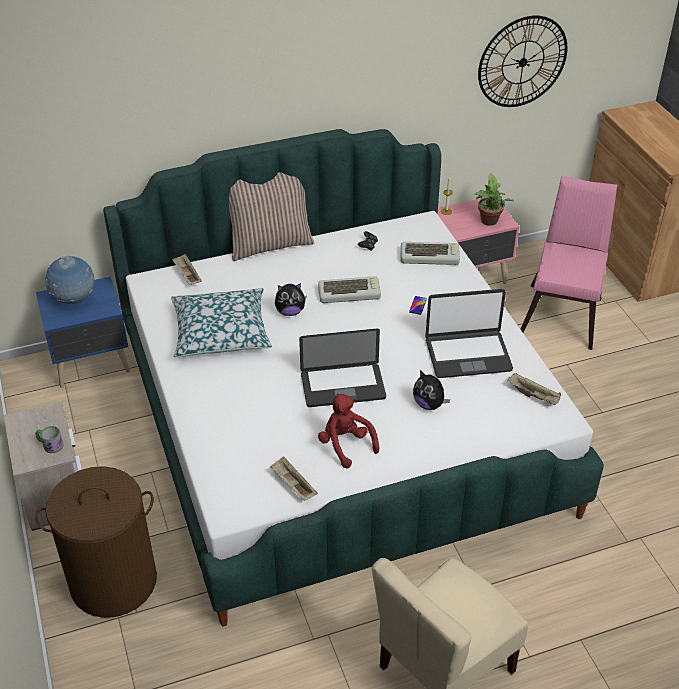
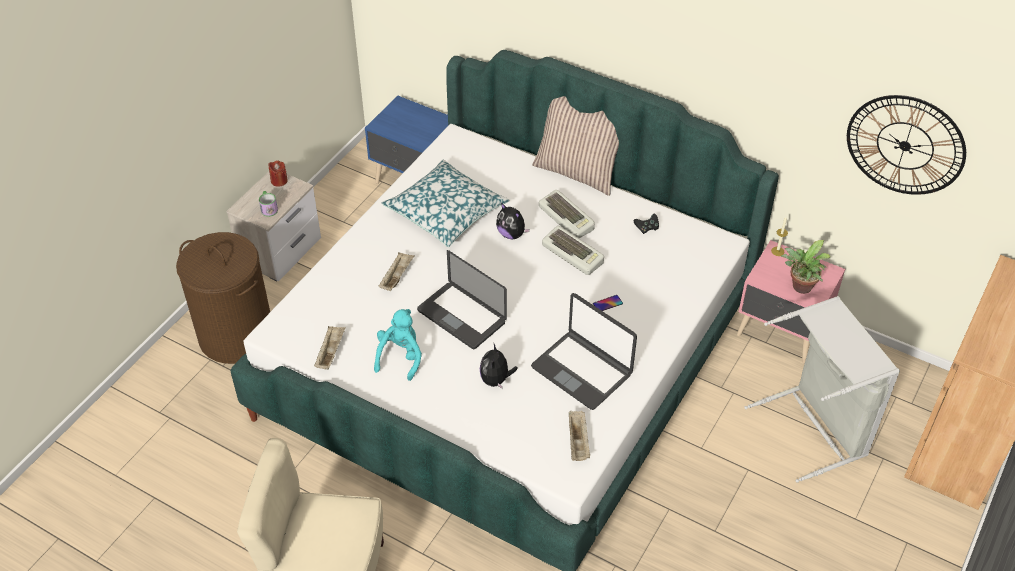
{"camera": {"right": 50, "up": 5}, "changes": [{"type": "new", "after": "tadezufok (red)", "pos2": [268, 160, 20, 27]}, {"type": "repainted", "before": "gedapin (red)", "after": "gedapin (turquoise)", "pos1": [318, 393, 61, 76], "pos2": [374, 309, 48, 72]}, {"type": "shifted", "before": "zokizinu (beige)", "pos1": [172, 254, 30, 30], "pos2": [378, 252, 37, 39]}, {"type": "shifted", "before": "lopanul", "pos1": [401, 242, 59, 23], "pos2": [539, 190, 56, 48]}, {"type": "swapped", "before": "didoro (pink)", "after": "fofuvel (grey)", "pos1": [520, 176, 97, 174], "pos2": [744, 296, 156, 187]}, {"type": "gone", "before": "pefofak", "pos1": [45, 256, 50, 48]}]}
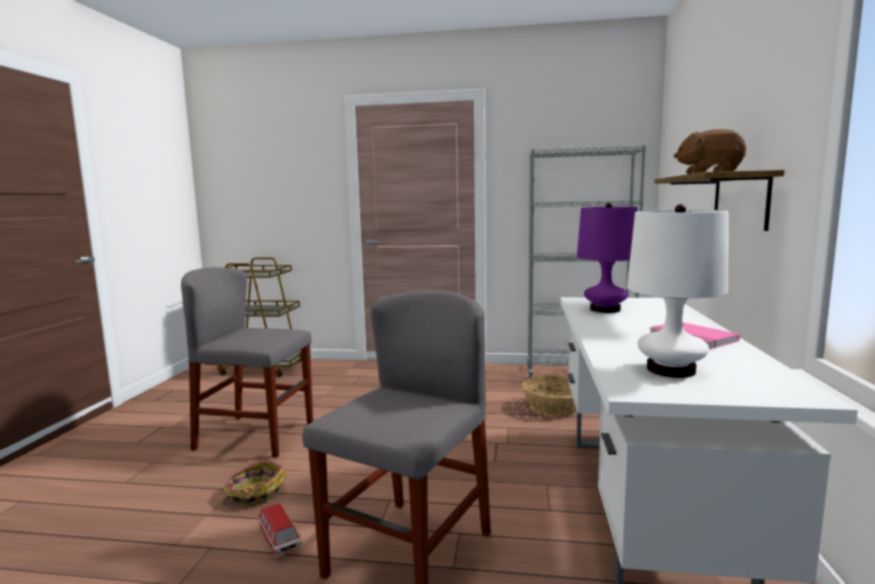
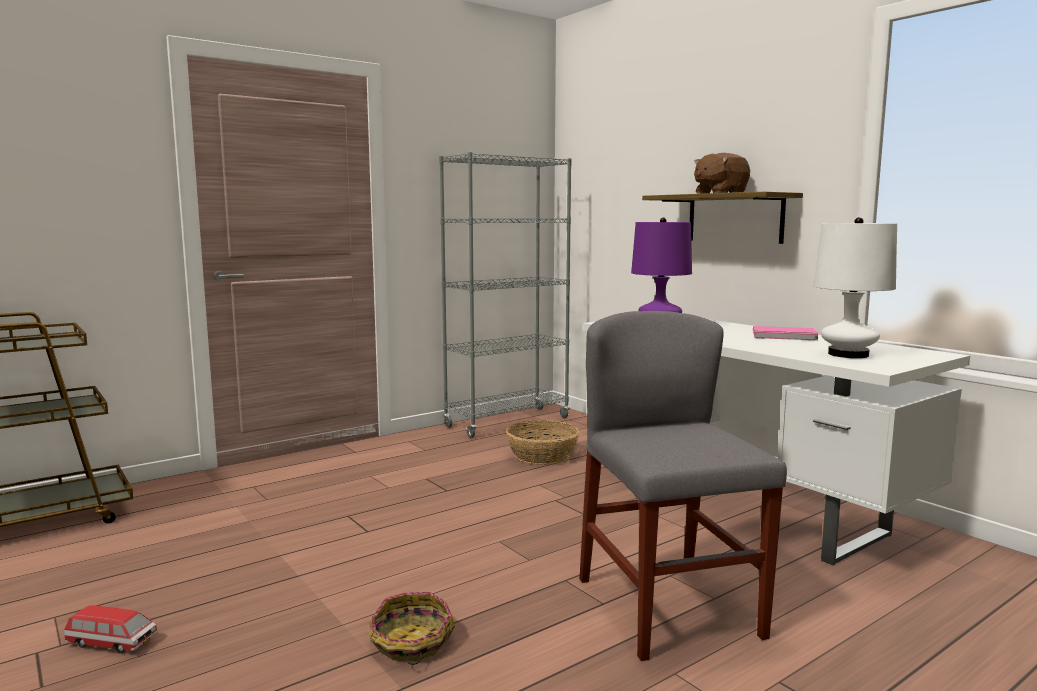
{"camera": {"right": -45, "up": 0}, "changes": [{"type": "shifted", "before": "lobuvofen", "pos1": [259, 503, 43, 54], "pos2": [64, 605, 94, 49]}, {"type": "gone", "before": "didoro (grey)", "pos1": [181, 267, 132, 191]}]}
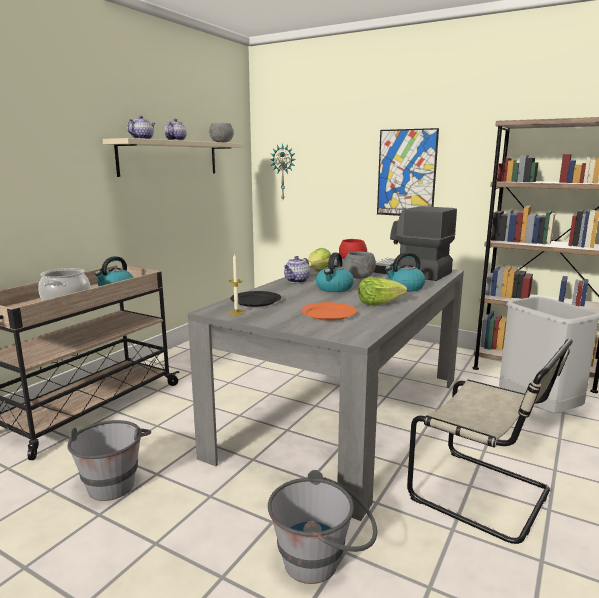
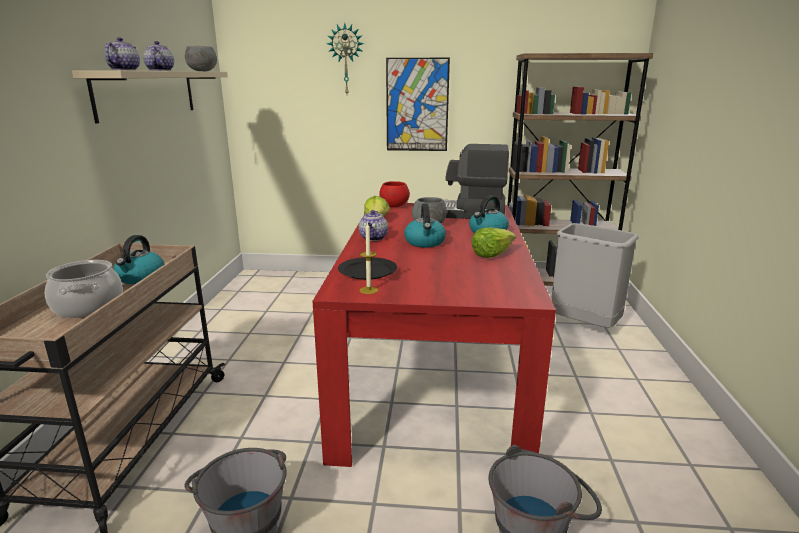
{"camera": {"right": -25, "up": 5}, "changes": [{"type": "repainted", "before": "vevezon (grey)", "after": "vevezon (red)", "pos1": [188, 258, 276, 263], "pos2": [312, 203, 244, 264]}, {"type": "shifted", "before": "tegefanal", "pos1": [270, 143, 26, 56], "pos2": [327, 23, 37, 71]}, {"type": "gone", "before": "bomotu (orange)", "pos1": [301, 302, 56, 19]}, {"type": "gone", "before": "didoro (beige)", "pos1": [407, 339, 166, 205]}]}
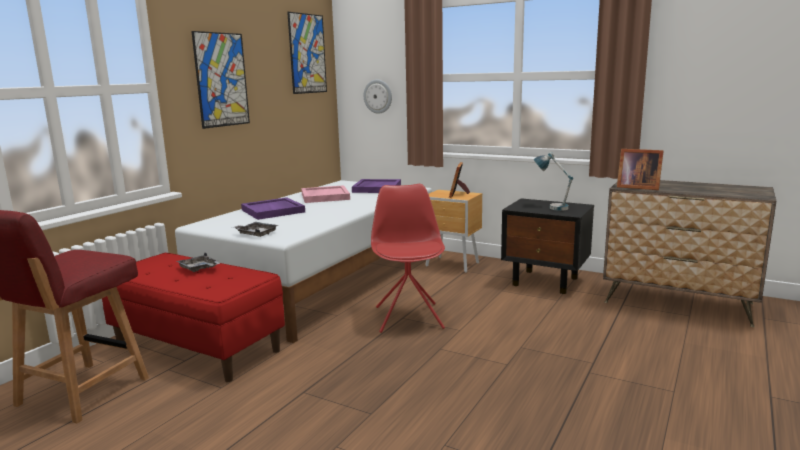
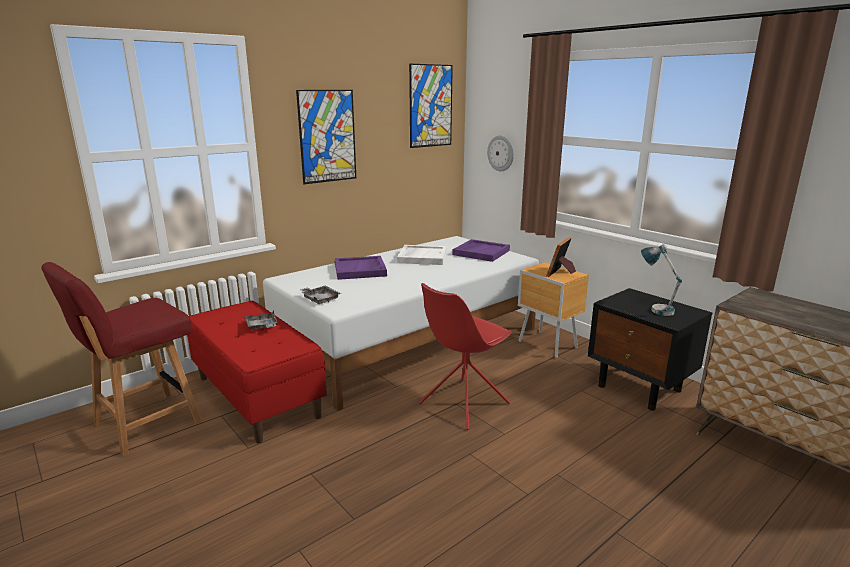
{"camera": {"right": 20, "up": 5}, "changes": [{"type": "repainted", "before": "zokizinu (pink)", "after": "zokizinu (white)", "pos1": [301, 185, 49, 18], "pos2": [397, 245, 50, 20]}, {"type": "rotated", "before": "didoro (red)", "pos1": [371, 184, 74, 149], "pos2": [419, 283, 93, 147], "turn": -150}, {"type": "gone", "before": "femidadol", "pos1": [617, 149, 47, 41]}]}
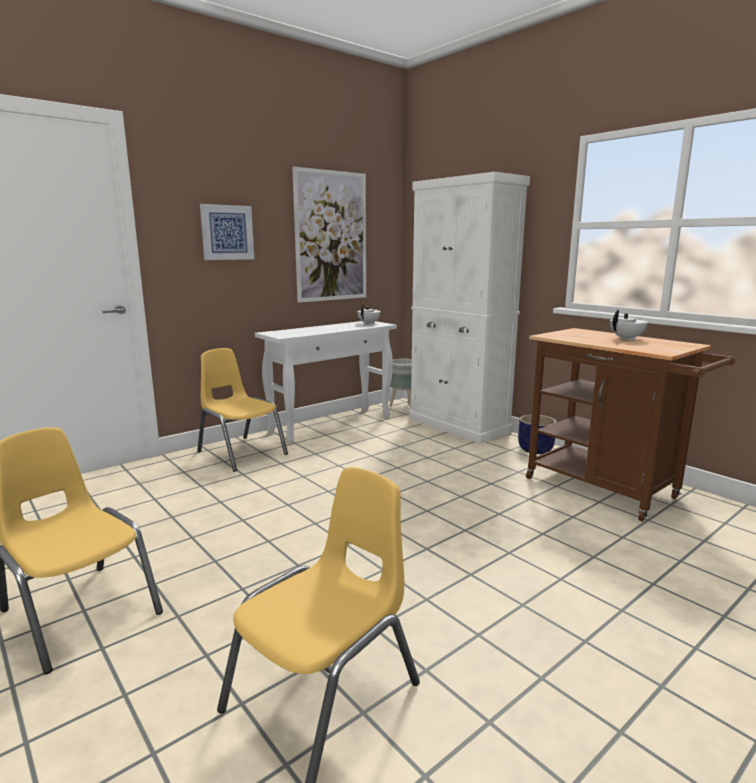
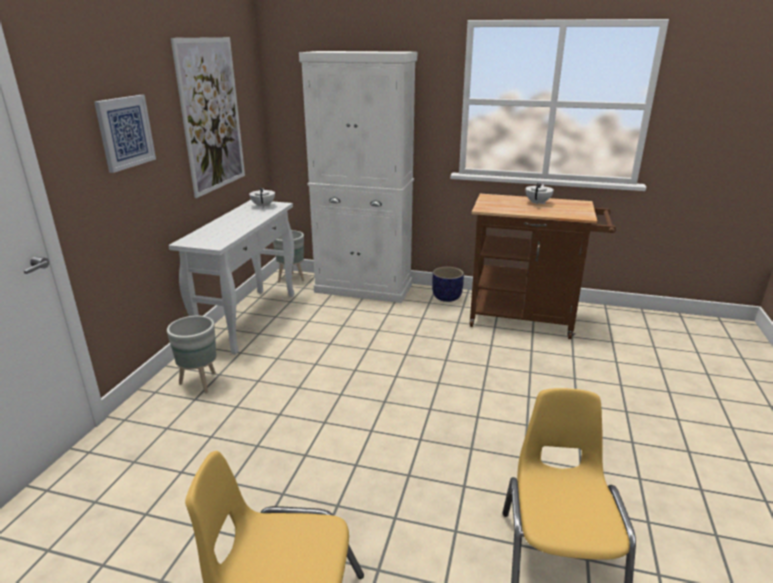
{"camera": {"right": -35, "up": 10}, "changes": [{"type": "swapped", "before": "didoro (yellow)", "after": "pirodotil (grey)", "pos1": [197, 348, 91, 124], "pos2": [167, 316, 50, 78]}]}
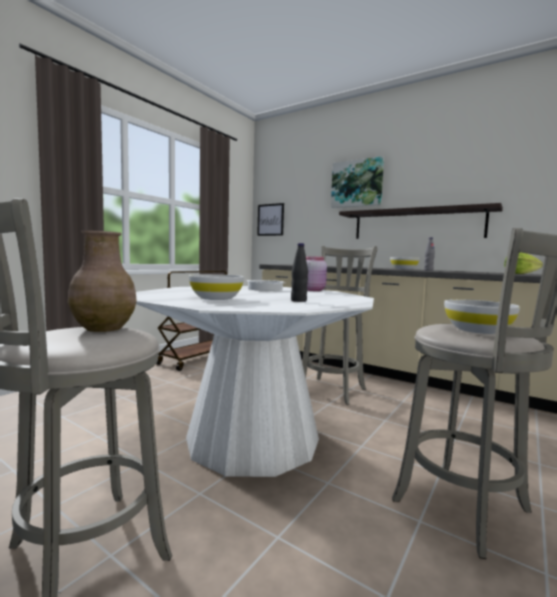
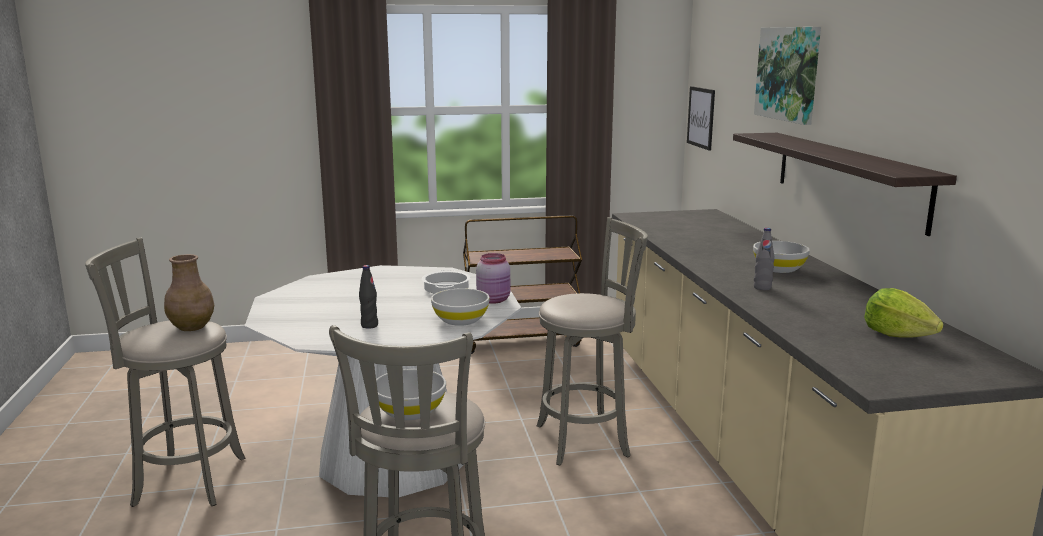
{"camera": {"right": 45, "up": 10}, "changes": [{"type": "shifted", "before": "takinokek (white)", "pos1": [189, 274, 55, 26], "pos2": [431, 288, 59, 38]}]}
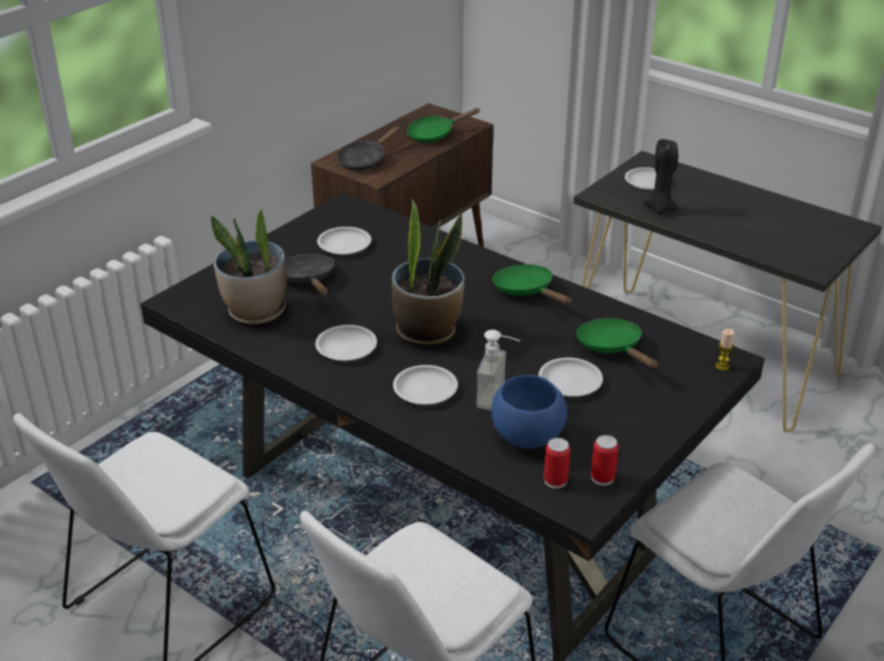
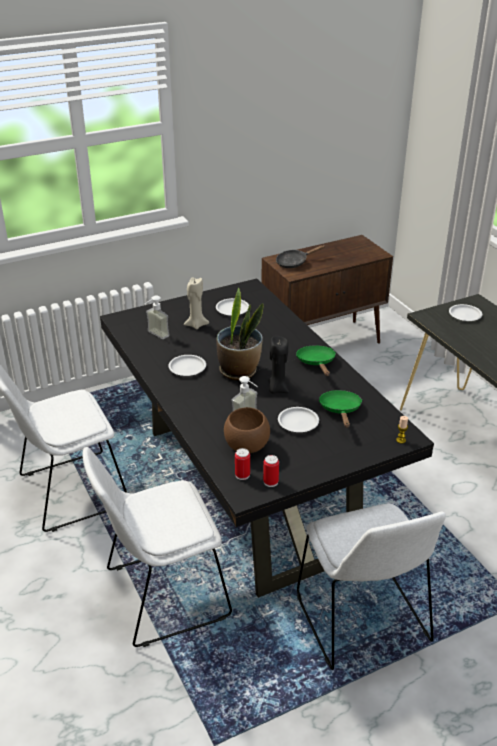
{"camera": {"right": 25, "up": 0}, "changes": [{"type": "swapped", "before": "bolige", "after": "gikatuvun", "pos1": [211, 209, 76, 116], "pos2": [145, 296, 25, 43]}, {"type": "swapped", "before": "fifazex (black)", "after": "tadezufok (beige)", "pos1": [285, 254, 49, 42], "pos2": [184, 278, 25, 52]}, {"type": "repainted", "before": "takinokek (blue)", "after": "takinokek (brown)", "pos1": [491, 375, 76, 74], "pos2": [224, 407, 46, 46]}, {"type": "shifted", "before": "tadezufok (black)", "pos1": [643, 139, 36, 76], "pos2": [268, 336, 21, 58]}, {"type": "gone", "before": "bomotu (white)", "pos1": [393, 365, 65, 39]}, {"type": "gone", "before": "fifazex (green)", "pos1": [407, 108, 73, 35]}]}
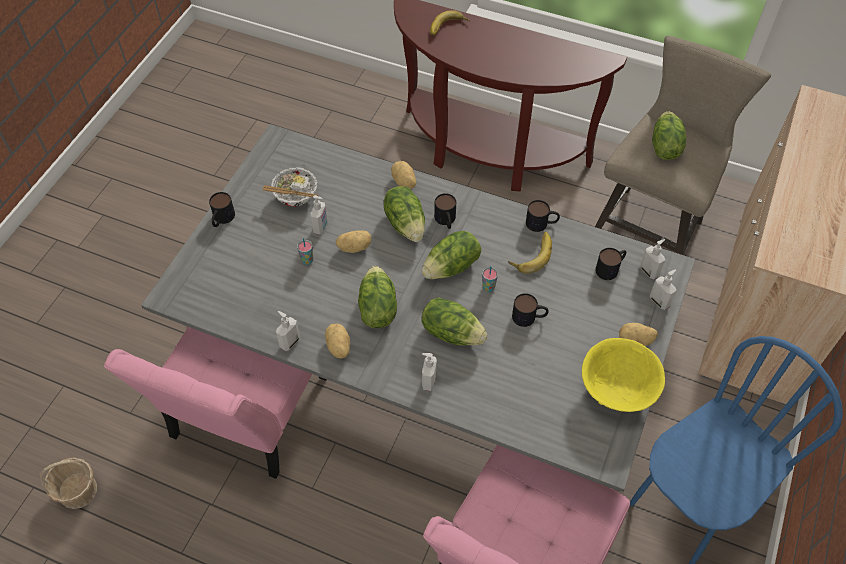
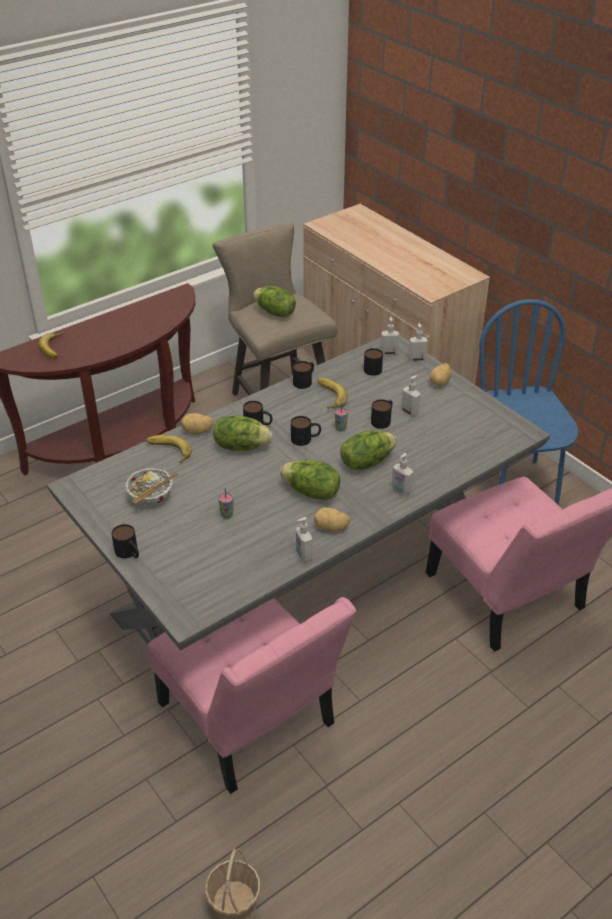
{"camera": {"right": -60, "up": -15}, "changes": [{"type": "new", "after": "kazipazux", "pos2": [146, 435, 46, 28]}, {"type": "swapped", "before": "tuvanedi", "after": "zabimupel", "pos1": [422, 231, 59, 48], "pos2": [291, 416, 30, 30]}, {"type": "shifted", "before": "gikatuvun", "pos1": [310, 195, 18, 40], "pos2": [401, 375, 20, 41]}, {"type": "gone", "before": "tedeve", "pos1": [336, 230, 35, 23]}, {"type": "gone", "before": "takinokek (yellow)", "pos1": [582, 338, 83, 74]}]}
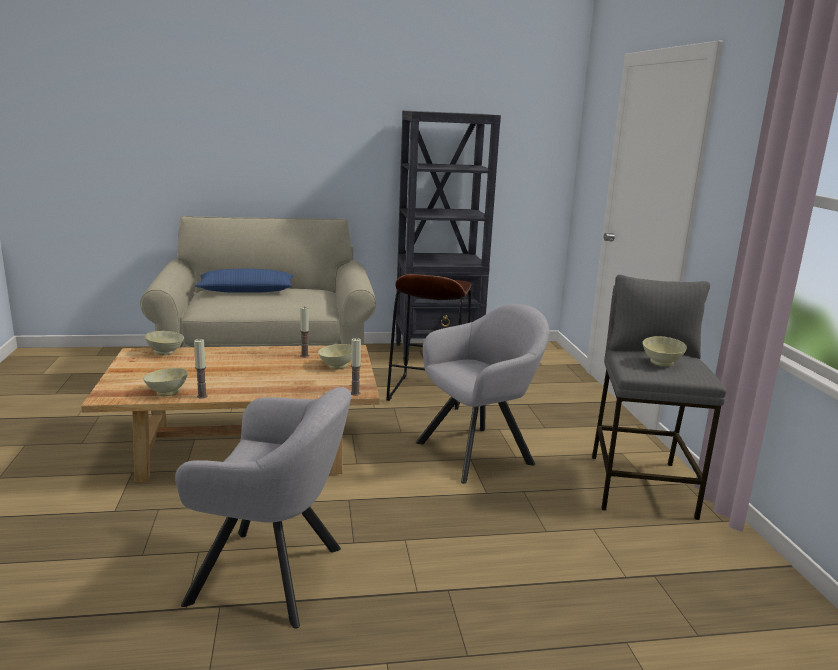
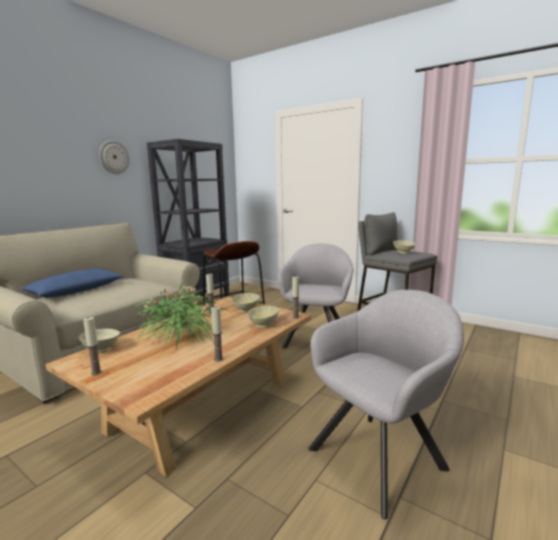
{"camera": {"right": -45, "up": -5}, "changes": [{"type": "new", "after": "tadezufok", "pos2": [83, 317, 19, 59]}, {"type": "new", "after": "tegefanal", "pos2": [99, 140, 31, 34]}, {"type": "new", "after": "bolige", "pos2": [134, 283, 94, 66]}, {"type": "shifted", "before": "takinokek (beige)", "pos1": [143, 368, 45, 28], "pos2": [247, 306, 32, 22]}]}
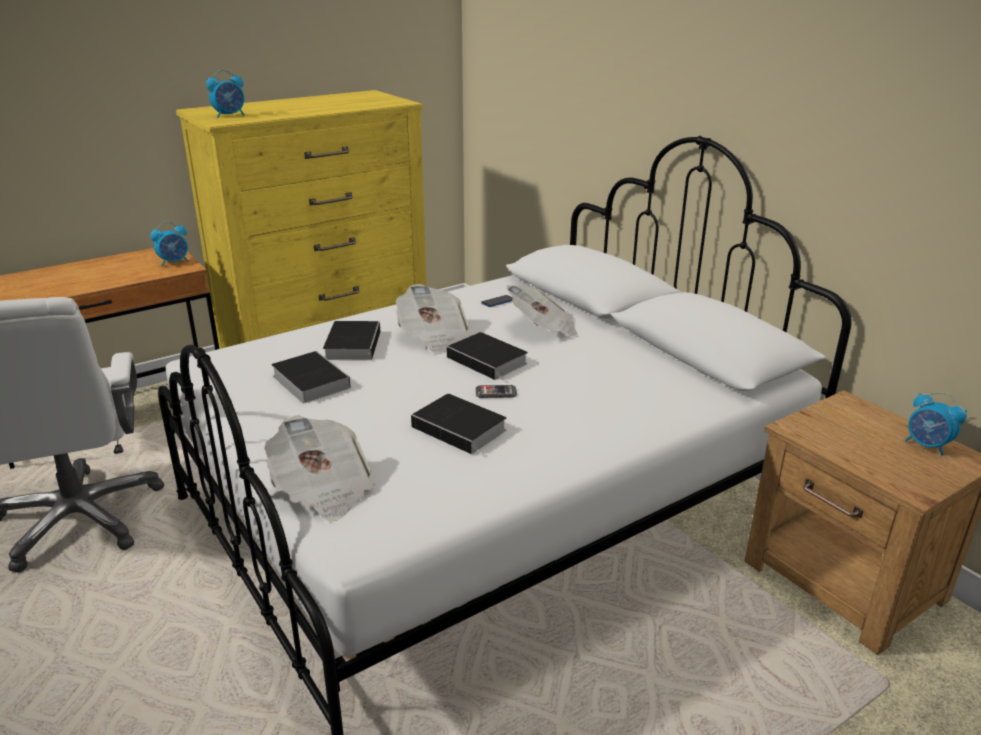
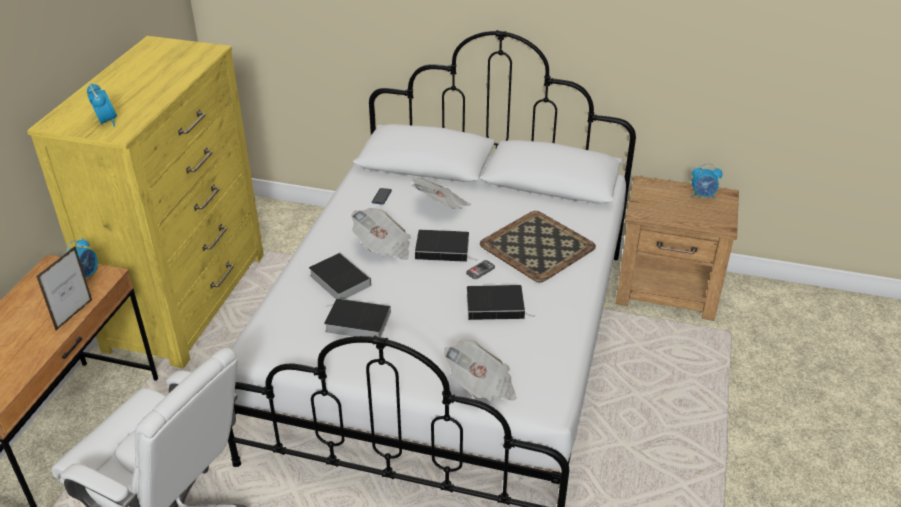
{"camera": {"right": -40, "up": 10}, "changes": [{"type": "new", "after": "femidadol", "pos2": [36, 246, 57, 85]}, {"type": "rotated", "before": "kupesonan", "pos1": [206, 70, 39, 48], "pos2": [87, 84, 30, 43], "turn": -45}, {"type": "new", "after": "zokizinu", "pos2": [480, 211, 116, 71]}]}
